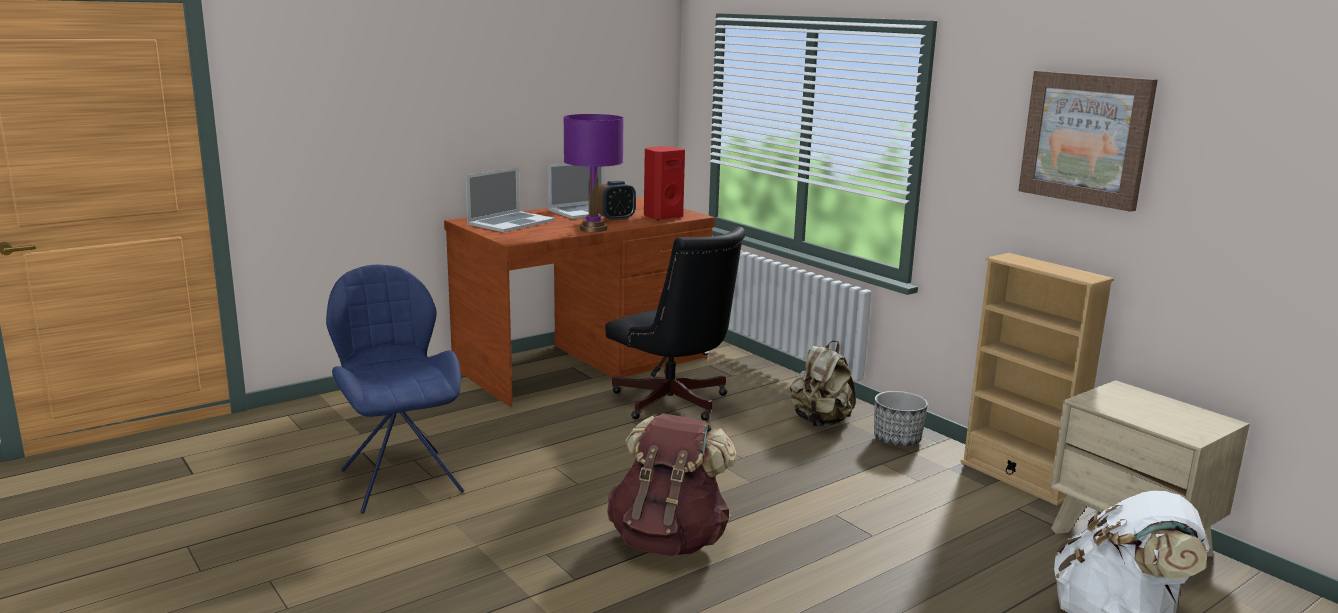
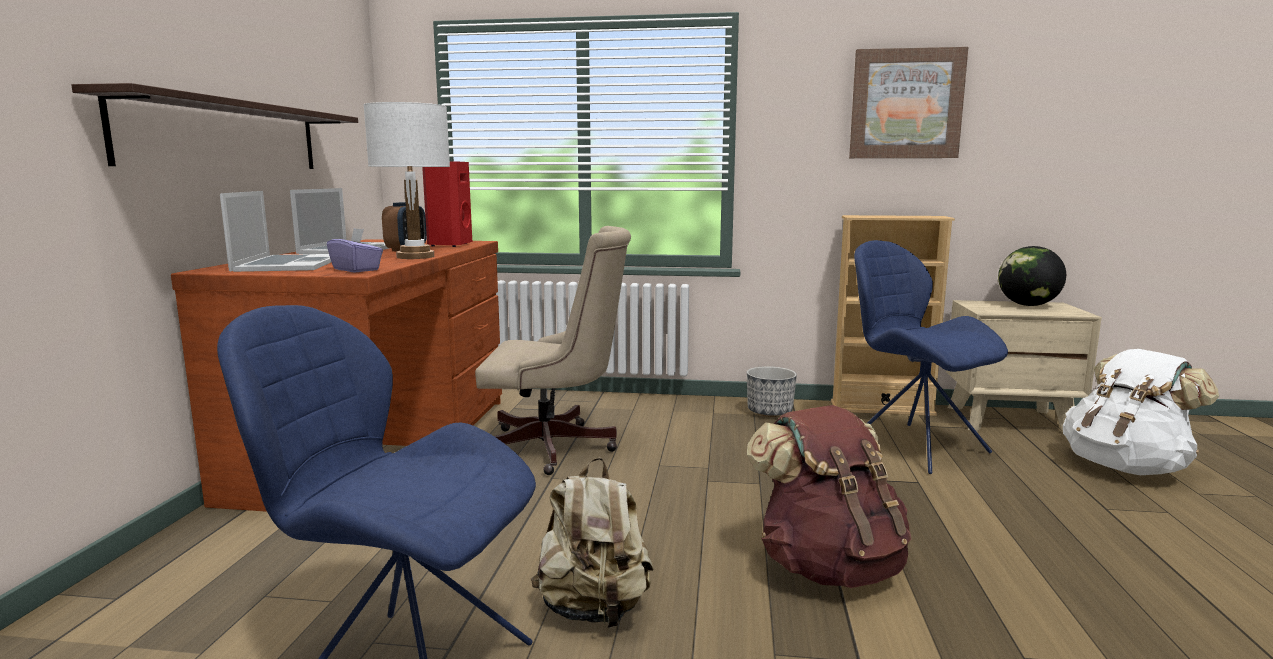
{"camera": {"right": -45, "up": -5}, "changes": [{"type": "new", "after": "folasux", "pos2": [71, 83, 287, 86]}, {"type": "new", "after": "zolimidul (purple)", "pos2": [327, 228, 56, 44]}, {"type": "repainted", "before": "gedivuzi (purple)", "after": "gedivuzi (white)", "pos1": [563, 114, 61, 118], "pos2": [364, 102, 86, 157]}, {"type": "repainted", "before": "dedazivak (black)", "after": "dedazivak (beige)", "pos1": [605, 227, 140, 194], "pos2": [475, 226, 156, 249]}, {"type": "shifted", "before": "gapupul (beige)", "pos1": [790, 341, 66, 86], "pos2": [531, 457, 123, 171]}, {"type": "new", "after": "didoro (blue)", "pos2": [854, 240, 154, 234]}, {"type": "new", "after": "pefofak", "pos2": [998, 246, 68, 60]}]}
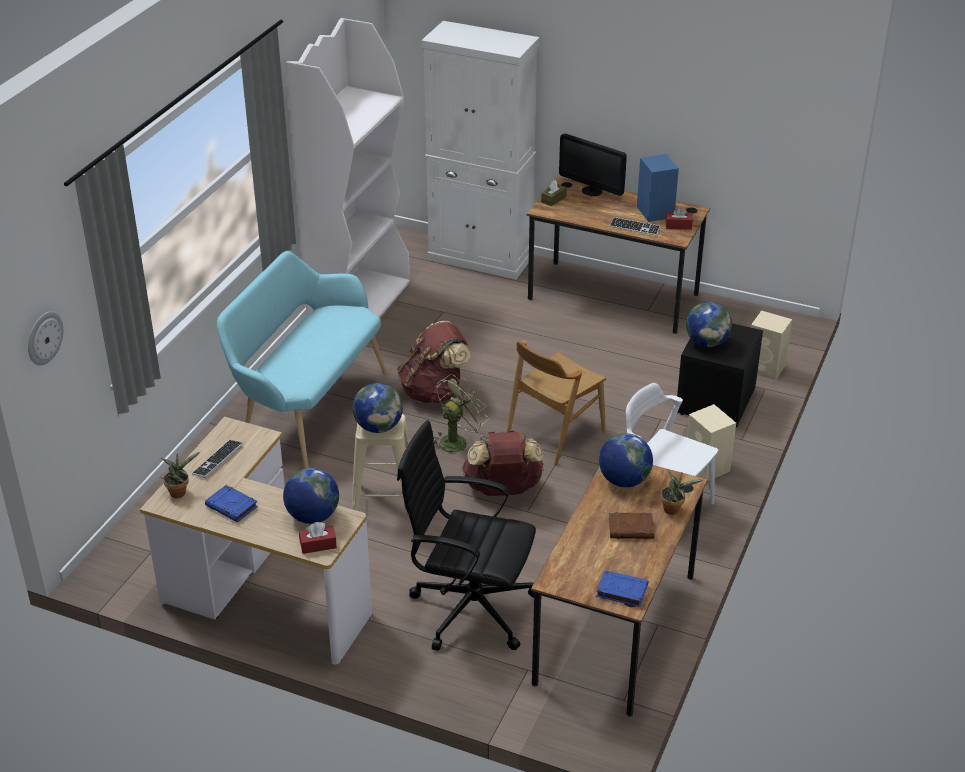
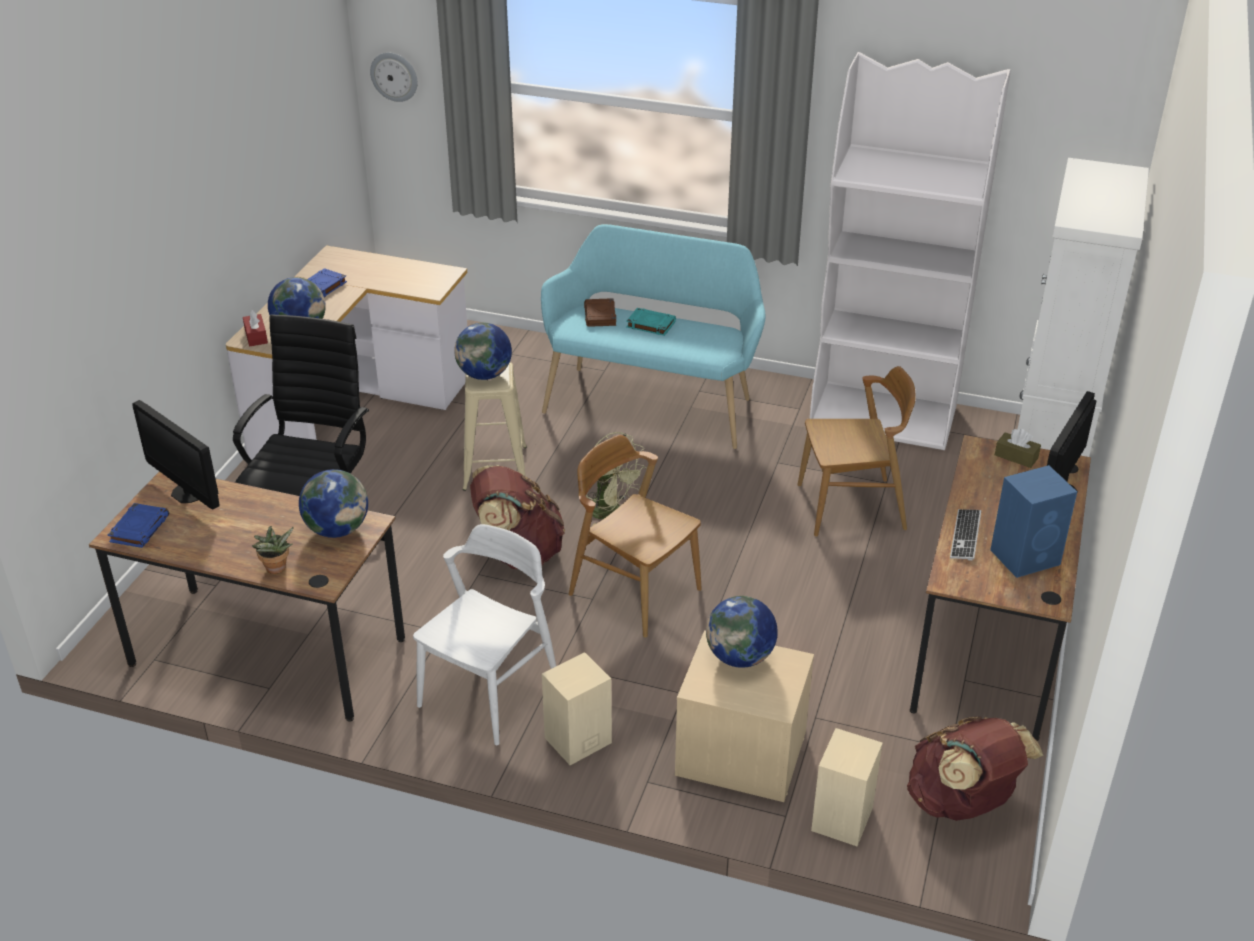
{"camera": {"right": 85, "up": 0}, "changes": [{"type": "new", "after": "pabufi", "pos2": [132, 400, 88, 109]}, {"type": "shifted", "before": "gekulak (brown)", "pos1": [609, 512, 45, 27], "pos2": [584, 298, 32, 29]}, {"type": "new", "after": "gekulak (turquoise)", "pos2": [626, 308, 50, 28]}, {"type": "repainted", "before": "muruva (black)", "after": "muruva (beige)", "pos1": [677, 323, 86, 104], "pos2": [675, 630, 139, 172]}, {"type": "new", "after": "didoro (brown)", "pos2": [798, 366, 118, 171]}, {"type": "shifted", "before": "gapupul (brown)", "pos1": [397, 321, 73, 83], "pos2": [907, 717, 136, 104]}, {"type": "gone", "before": "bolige", "pos1": [161, 452, 39, 46]}, {"type": "gone", "before": "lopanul", "pos1": [192, 440, 51, 38]}, {"type": "gone", "before": "zolimidul (red)", "pos1": [666, 207, 27, 23]}]}
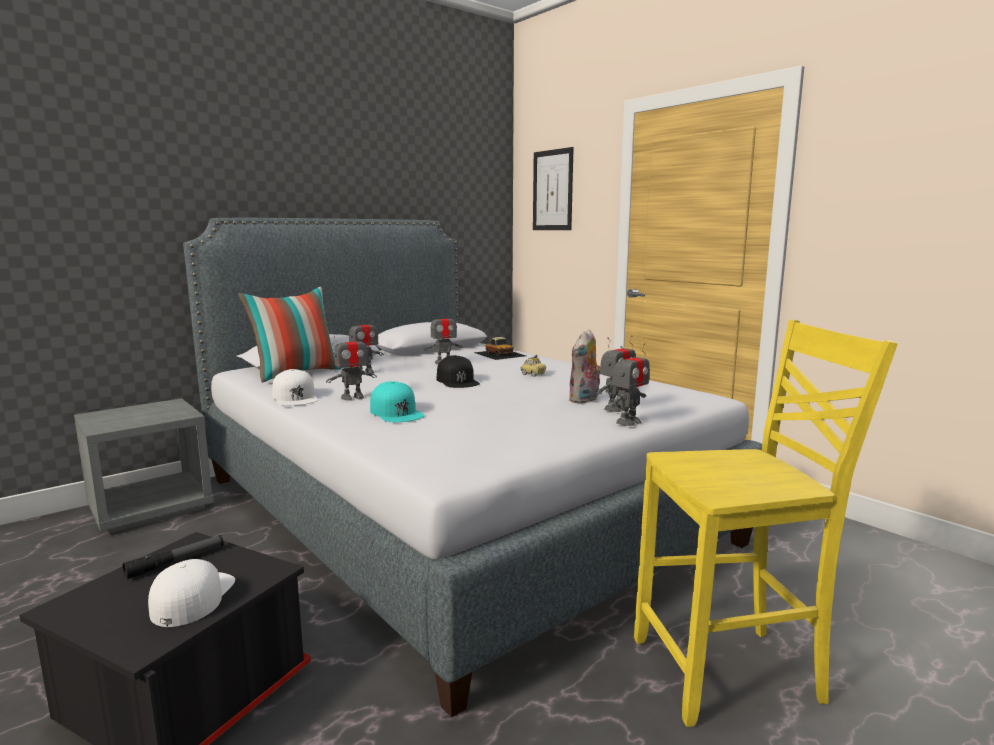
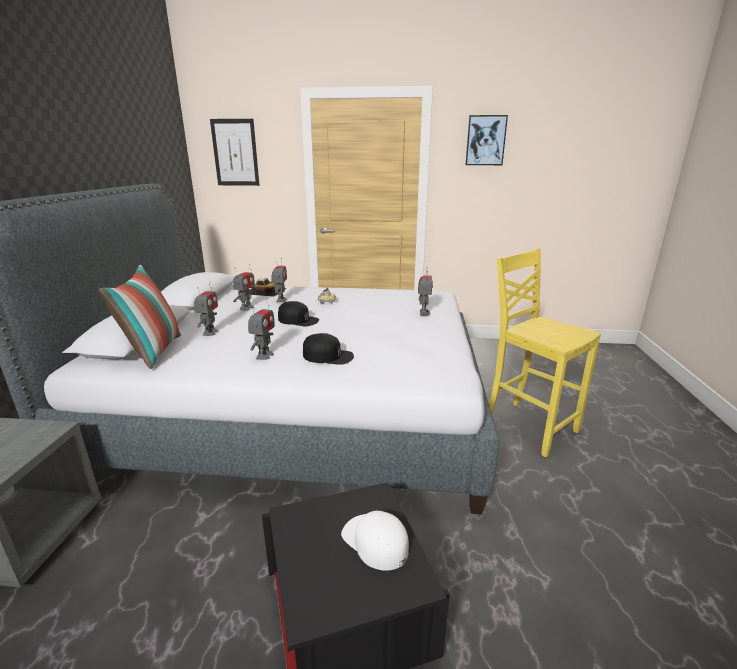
{"camera": {"right": -45, "up": 10}, "changes": [{"type": "shifted", "before": "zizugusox", "pos1": [609, 343, 41, 83], "pos2": [272, 258, 16, 44]}, {"type": "repainted", "before": "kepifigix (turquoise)", "after": "kepifigix (black)", "pos1": [370, 381, 55, 41], "pos2": [303, 333, 51, 32]}, {"type": "new", "after": "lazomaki", "pos2": [466, 115, 42, 50]}, {"type": "rotated", "before": "didoro (yellow)", "pos1": [634, 320, 264, 407], "pos2": [489, 249, 112, 208], "turn": -75}, {"type": "gone", "before": "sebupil", "pos1": [123, 535, 101, 44]}, {"type": "gone", "before": "kepifigix (white)", "pos1": [272, 369, 46, 37]}, {"type": "gone", "before": "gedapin", "pos1": [569, 330, 31, 74]}]}
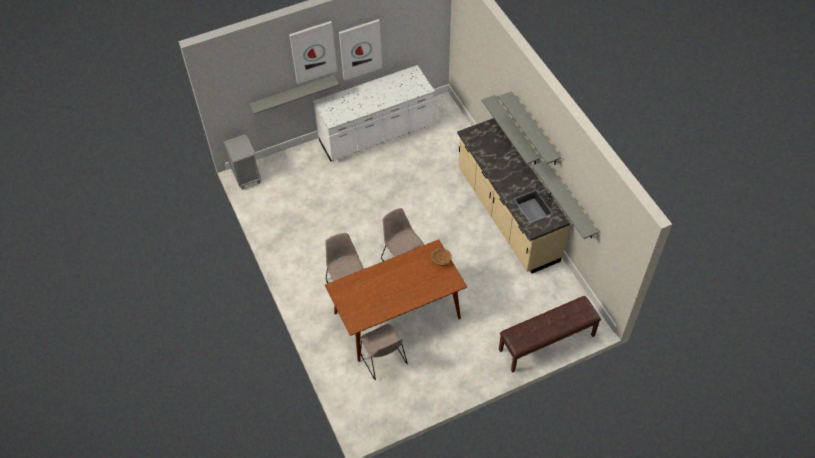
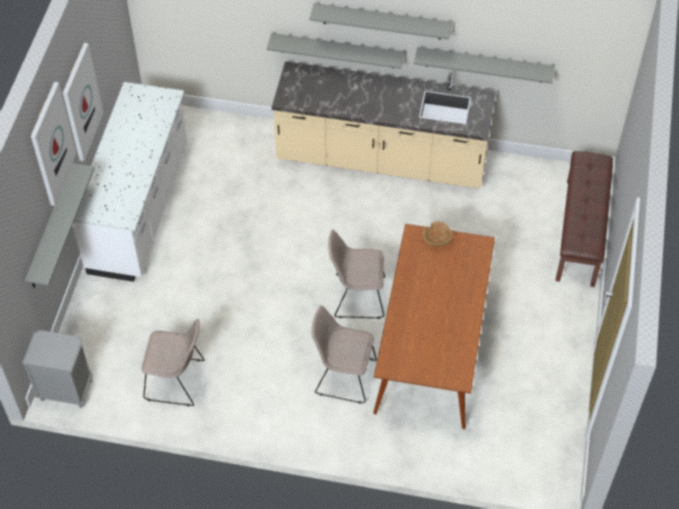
{"camera": {"right": -55, "up": 0}, "changes": [{"type": "shifted", "before": "didoro (beige)", "pos1": [360, 324, 48, 56], "pos2": [142, 319, 63, 88]}]}
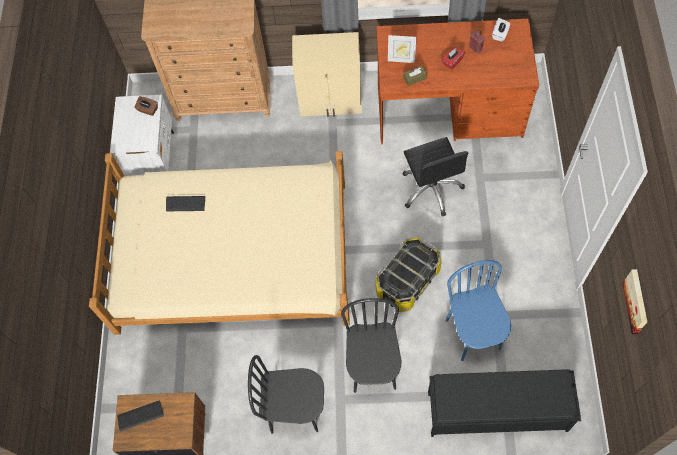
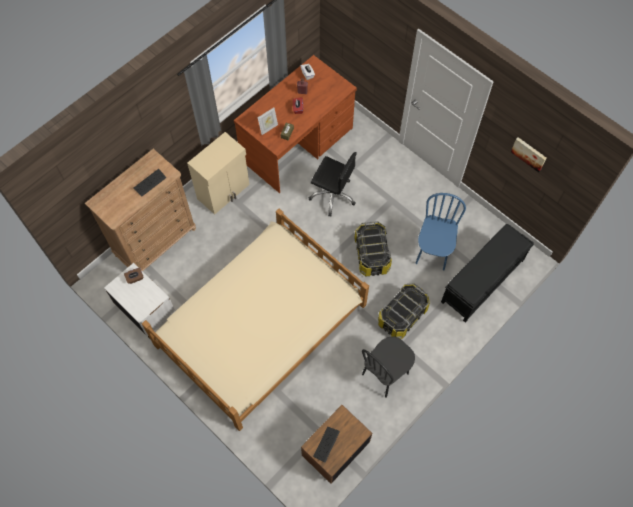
{"camera": {"right": -50, "up": 0}, "changes": [{"type": "shifted", "before": "lopanul", "pos1": [166, 196, 39, 15], "pos2": [134, 169, 32, 27]}, {"type": "swapped", "before": "didoro (black)", "after": "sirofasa", "pos1": [341, 298, 60, 95], "pos2": [378, 283, 52, 56]}, {"type": "rotated", "before": "didoro (blue)", "pos1": [446, 260, 65, 101], "pos2": [415, 193, 51, 78], "turn": 75}]}
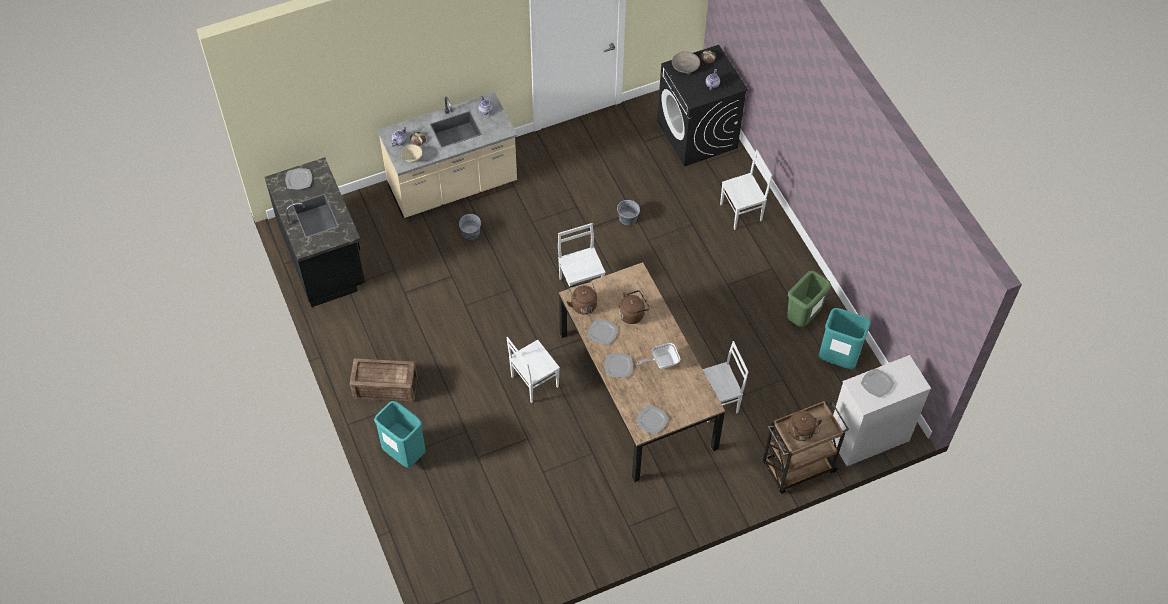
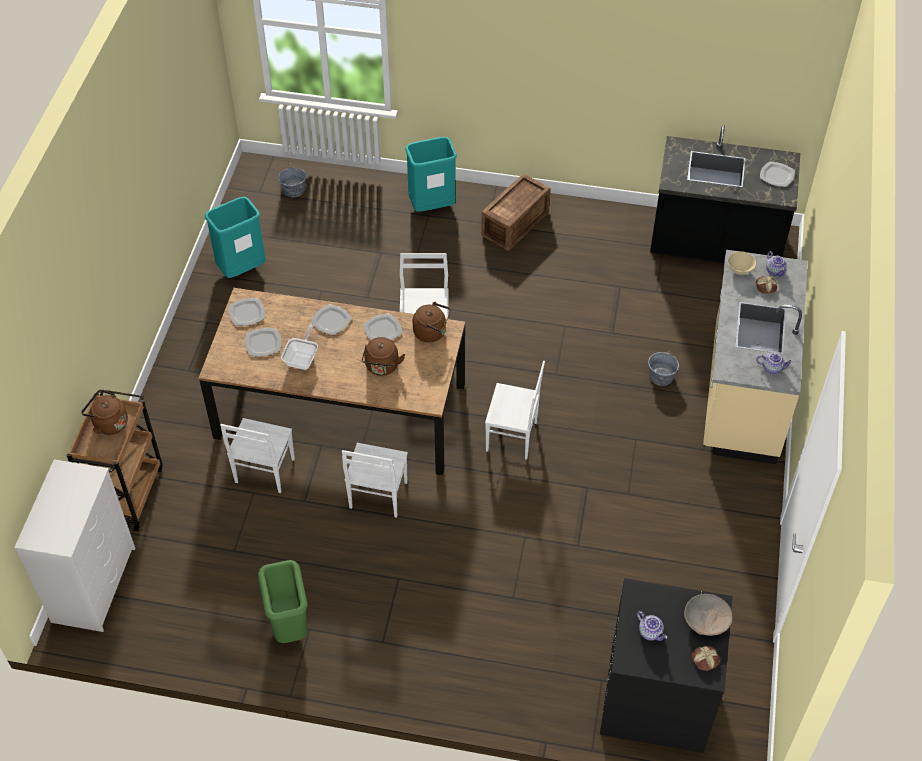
{"camera": {"right": 125, "up": -5}, "changes": [{"type": "shifted", "before": "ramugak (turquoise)", "pos1": [819, 308, 52, 61], "pos2": [205, 197, 61, 81]}, {"type": "shifted", "before": "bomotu", "pos1": [861, 368, 34, 30], "pos2": [245, 328, 36, 28]}, {"type": "shifted", "before": "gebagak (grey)", "pos1": [617, 198, 23, 27], "pos2": [278, 163, 28, 34]}, {"type": "shifted", "before": "didoro (white)", "pos1": [720, 150, 52, 80], "pos2": [342, 443, 66, 75]}]}
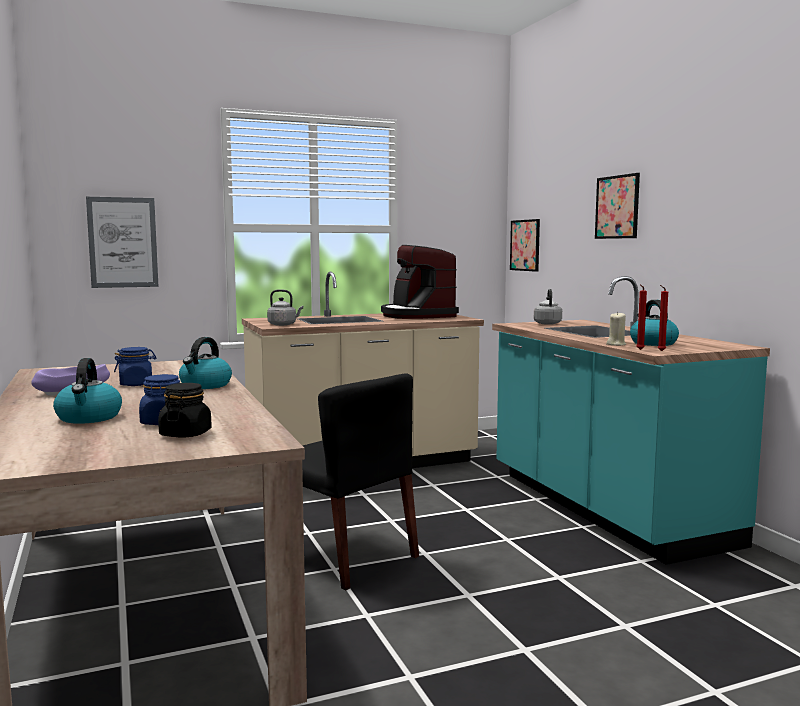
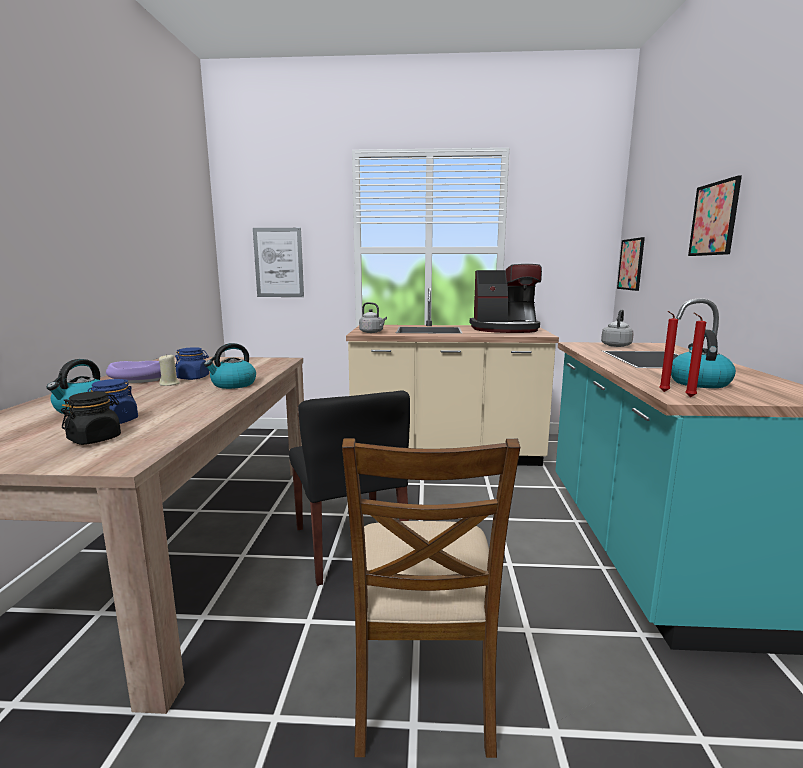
{"camera": {"right": 25, "up": 5}, "changes": [{"type": "shifted", "before": "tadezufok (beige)", "pos1": [606, 312, 20, 34], "pos2": [159, 355, 21, 31]}, {"type": "new", "after": "didoro (brown)", "pos2": [342, 438, 178, 320]}, {"type": "rotated", "before": "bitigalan", "pos1": [381, 245, 78, 74], "pos2": [470, 264, 72, 69], "turn": -90}]}
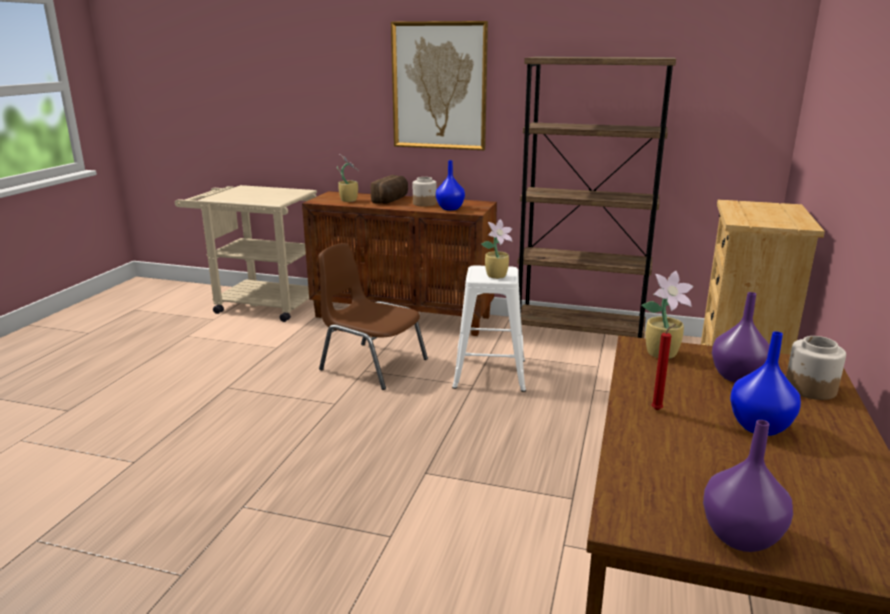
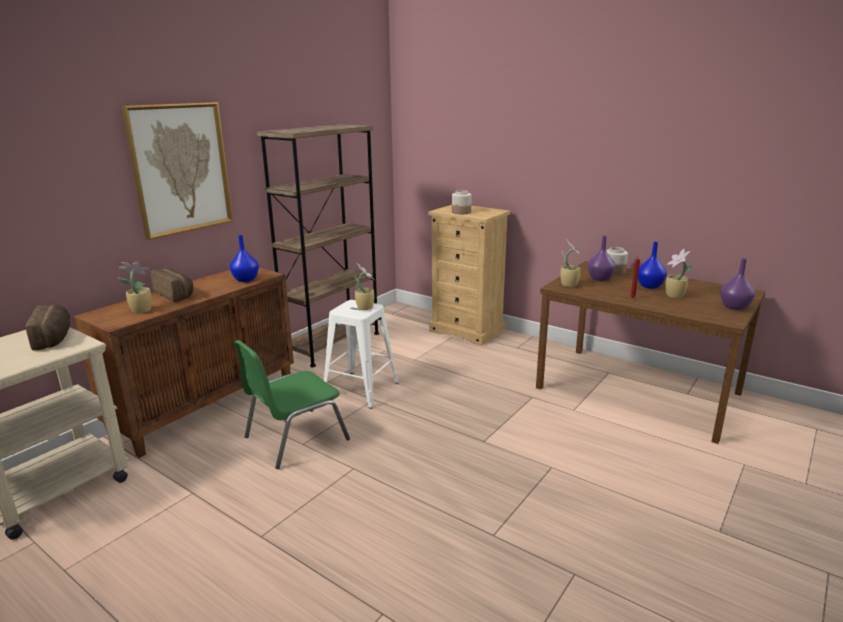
{"camera": {"right": -70, "up": 0}, "changes": [{"type": "new", "after": "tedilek", "pos2": [26, 304, 44, 47]}, {"type": "repainted", "before": "didoro (brown)", "after": "didoro (green)", "pos1": [318, 243, 110, 147], "pos2": [234, 340, 116, 129]}, {"type": "shifted", "before": "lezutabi", "pos1": [413, 177, 24, 30], "pos2": [452, 190, 20, 24]}, {"type": "new", "after": "bolige", "pos2": [665, 248, 28, 50]}]}
